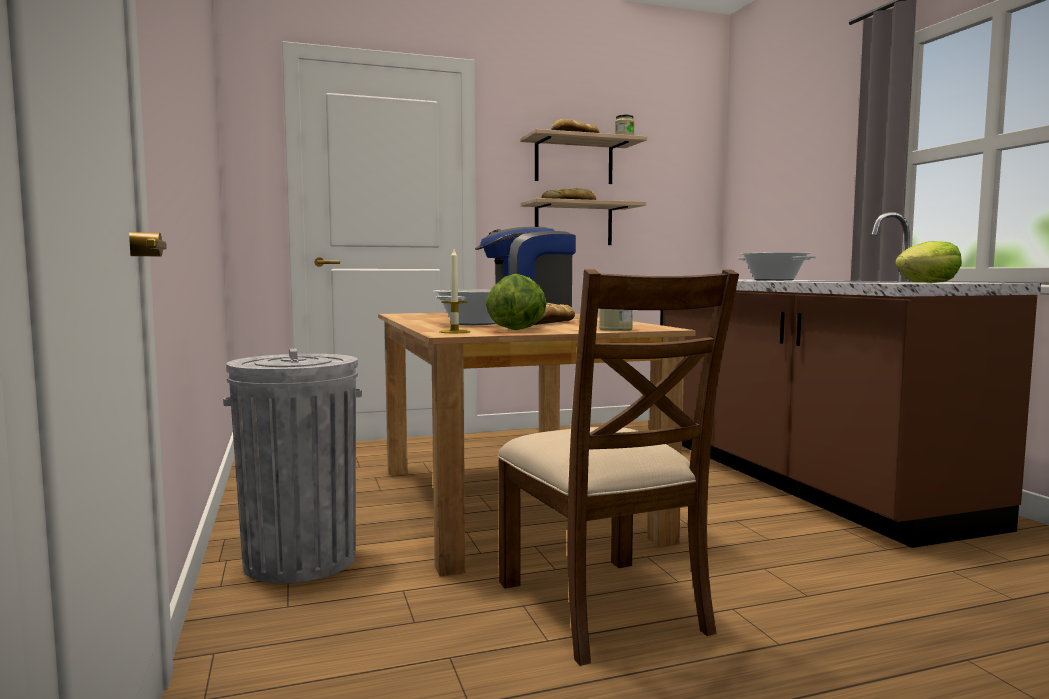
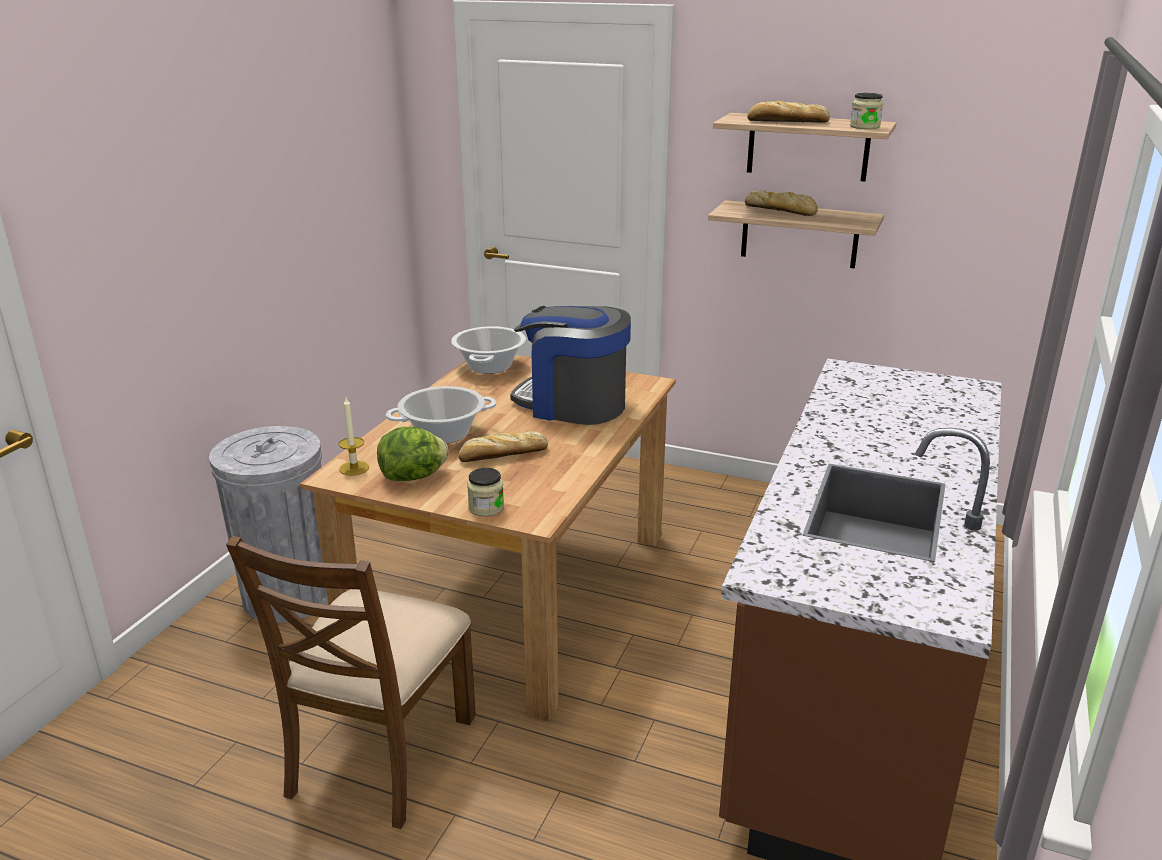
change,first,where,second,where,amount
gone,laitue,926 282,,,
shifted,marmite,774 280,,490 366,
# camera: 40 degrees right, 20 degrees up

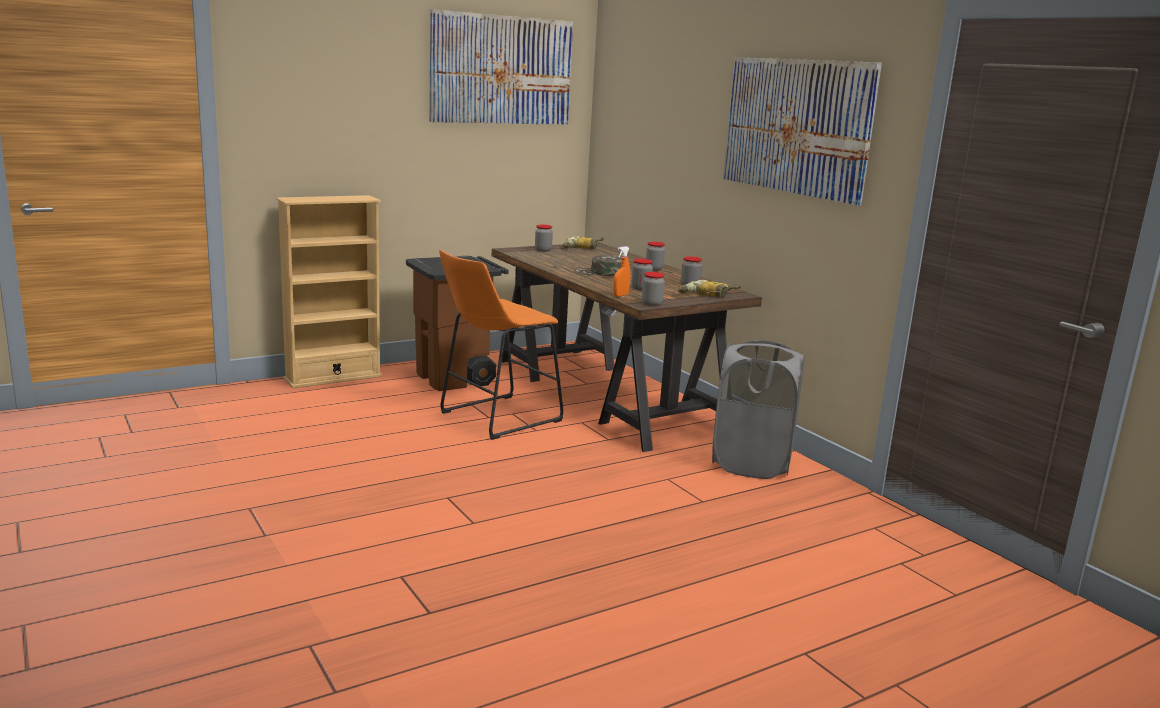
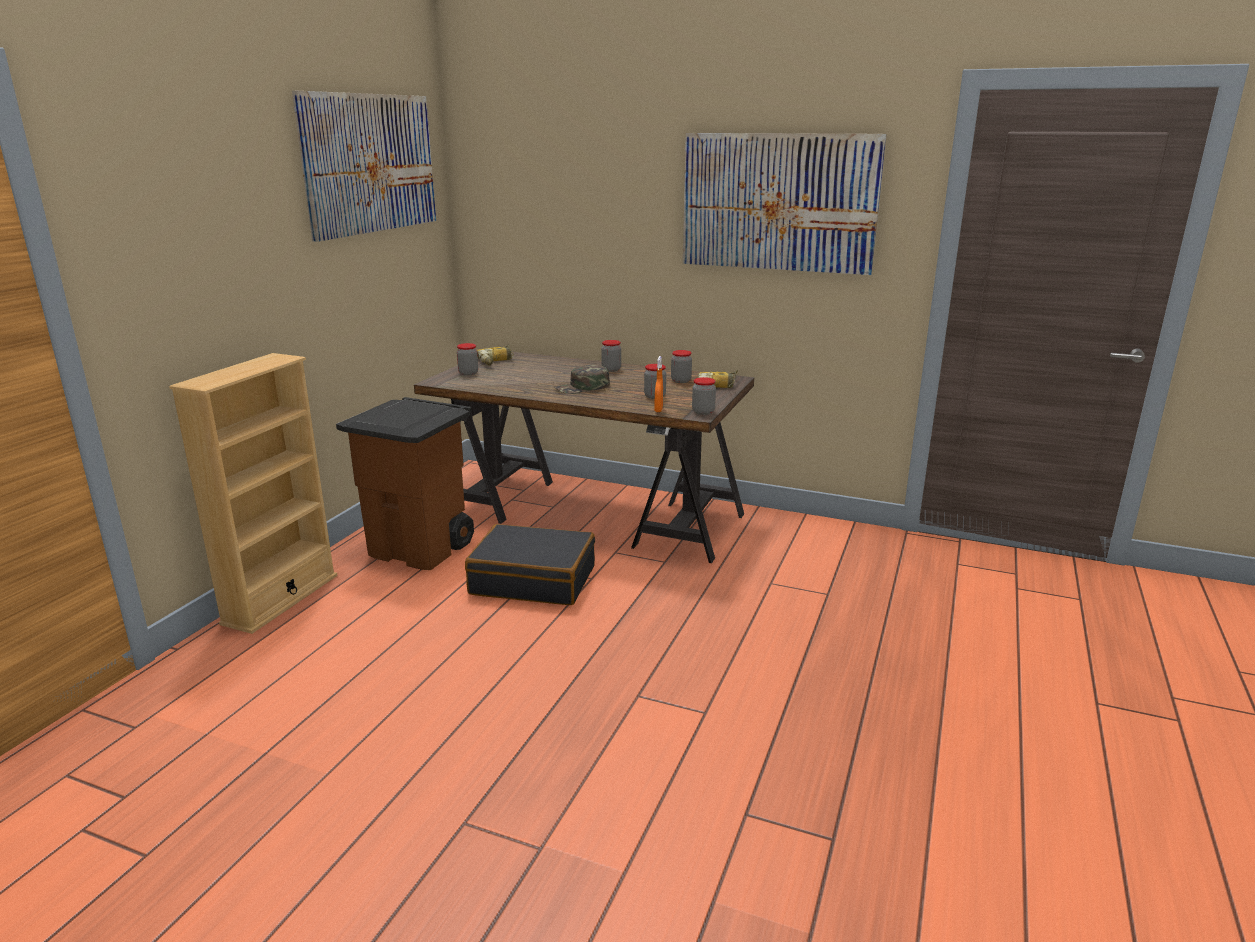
change,first,where,second,where,amount
gone,panier à linge/gris,751 463,,,
swapped,tabouret/orange,495 418,valise/noir,533 580,
# camera: 35 degrees left, 5 degrees up

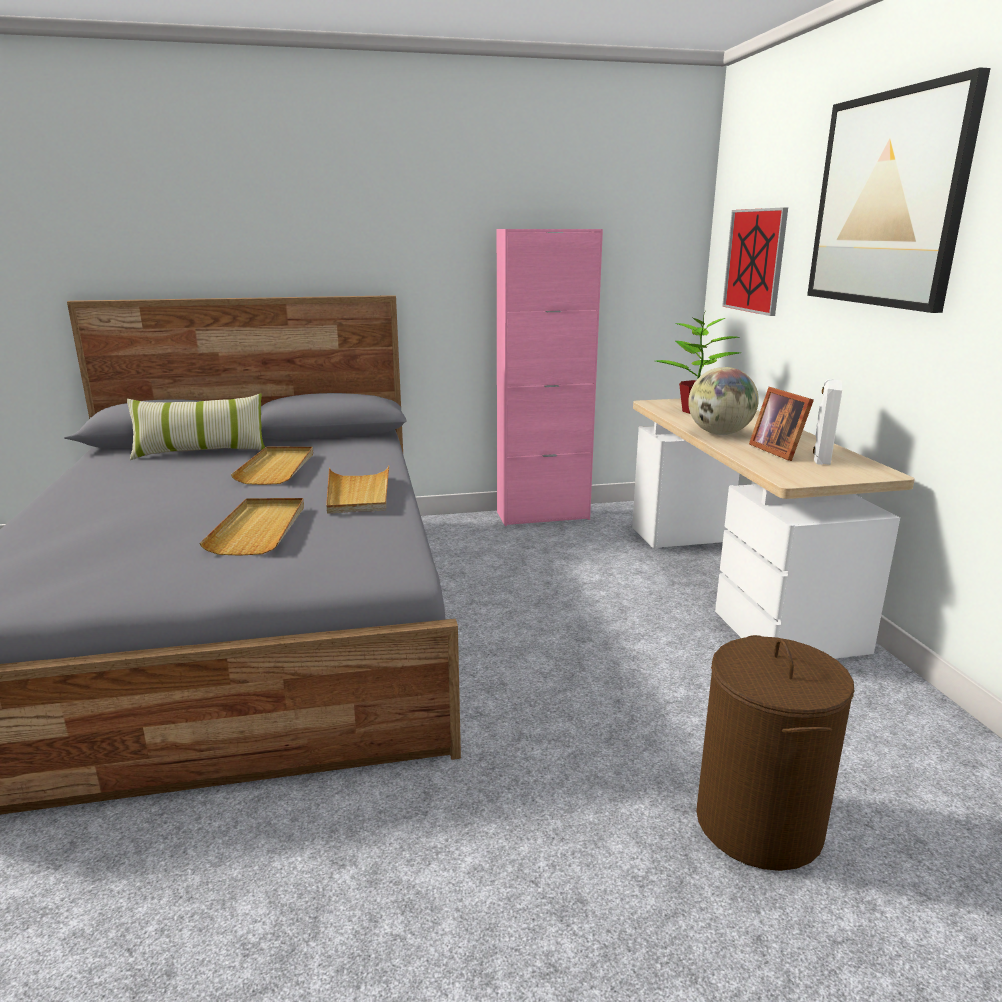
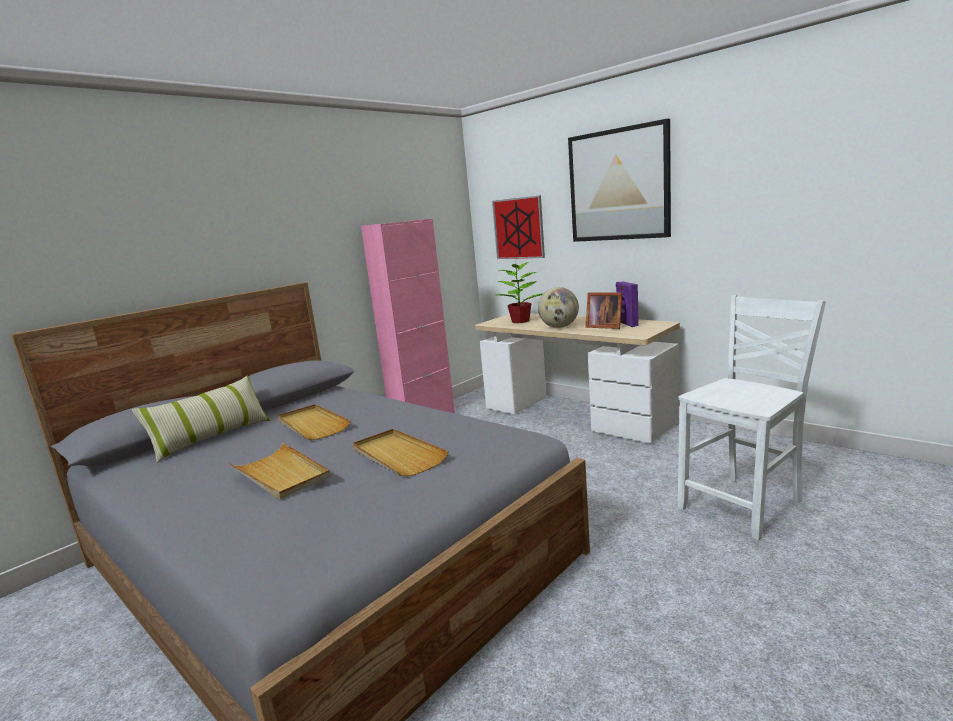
change,first,where,second,where,amount
shifted,plateau/beige,358 493,,281 474,
swapped,panier à linge/marron,759 824,chaise/blanc,744 505,
repainted,enceinte/blanc,821 457,enceinte/violet,626 324,
# camera: 35 degrees left, 5 degrees down

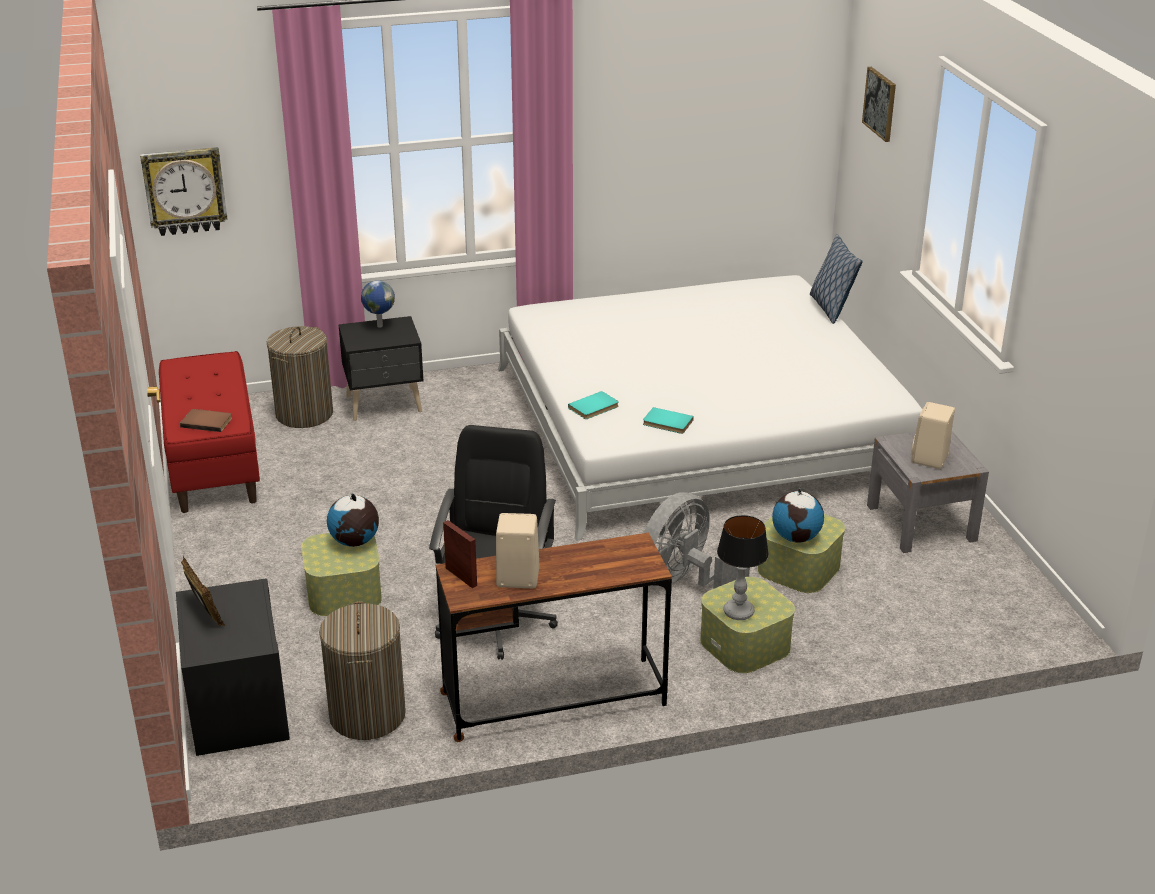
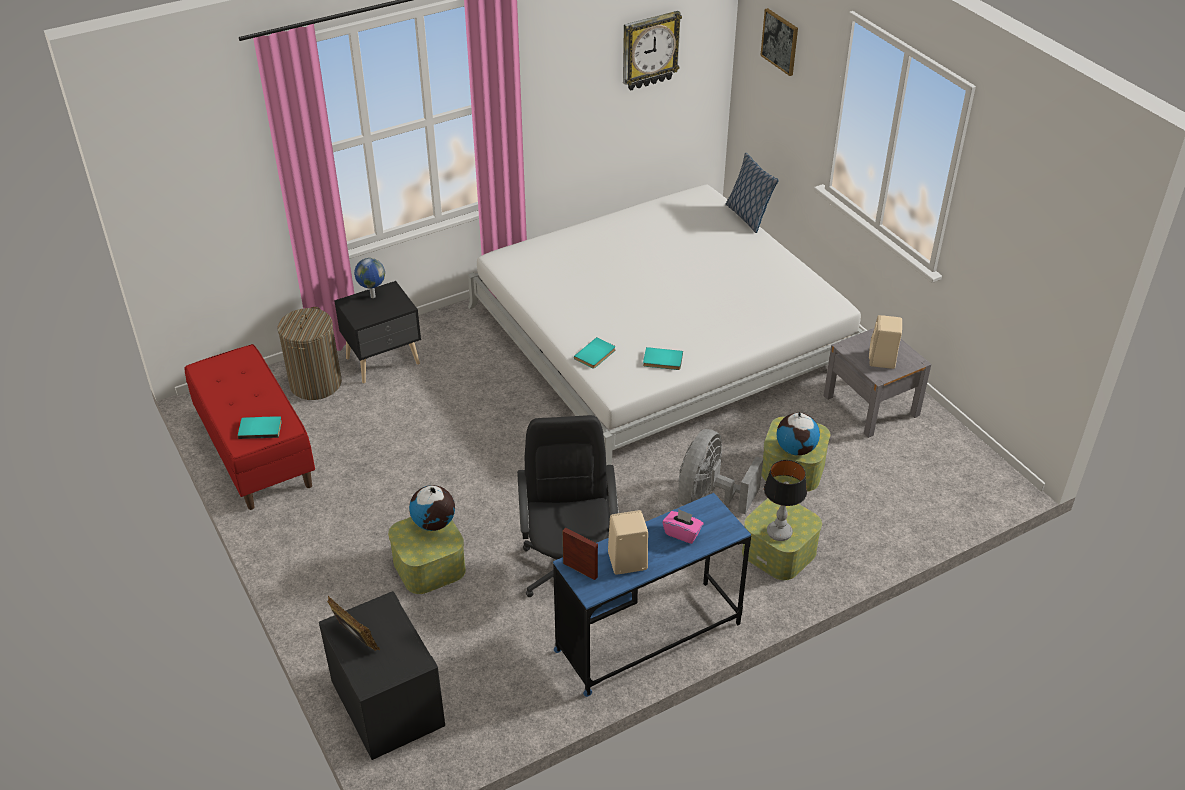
change,first,where,second,where,amount
gone,panier à linge,367 715,,,
new,,,boîte à mouchoirs/rose,682 533,
shifted,horloge murale,185 191,,649 50,
repainted,livre/marron,207 421,livre/turquoise,260 428,
repainted,bureau/marron,553 699,bureau/bleu,648 637,
# camera: 15 degrees left, 10 degrees up

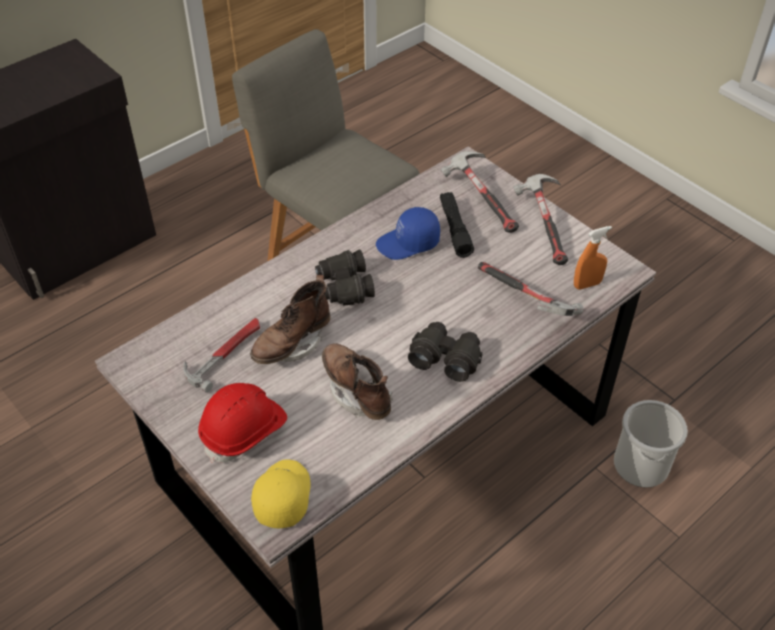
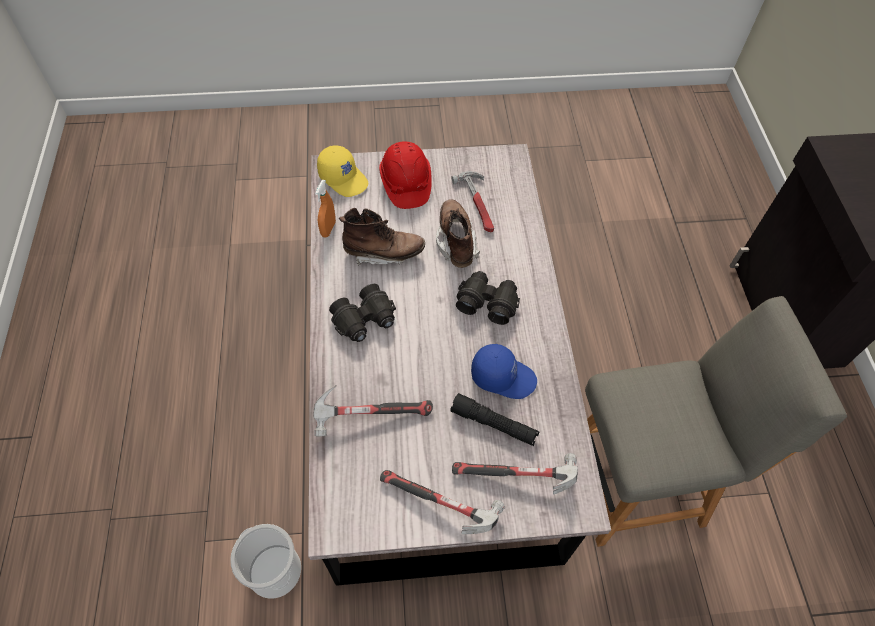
change,first,where,second,where,amount
shifted,vaporisateur/orange,587 284,,328 229,
rotated,casquette/bleu,408 243,,503 376,90 degrees clockwise
# camera: 125 degrees right, 10 degrees up

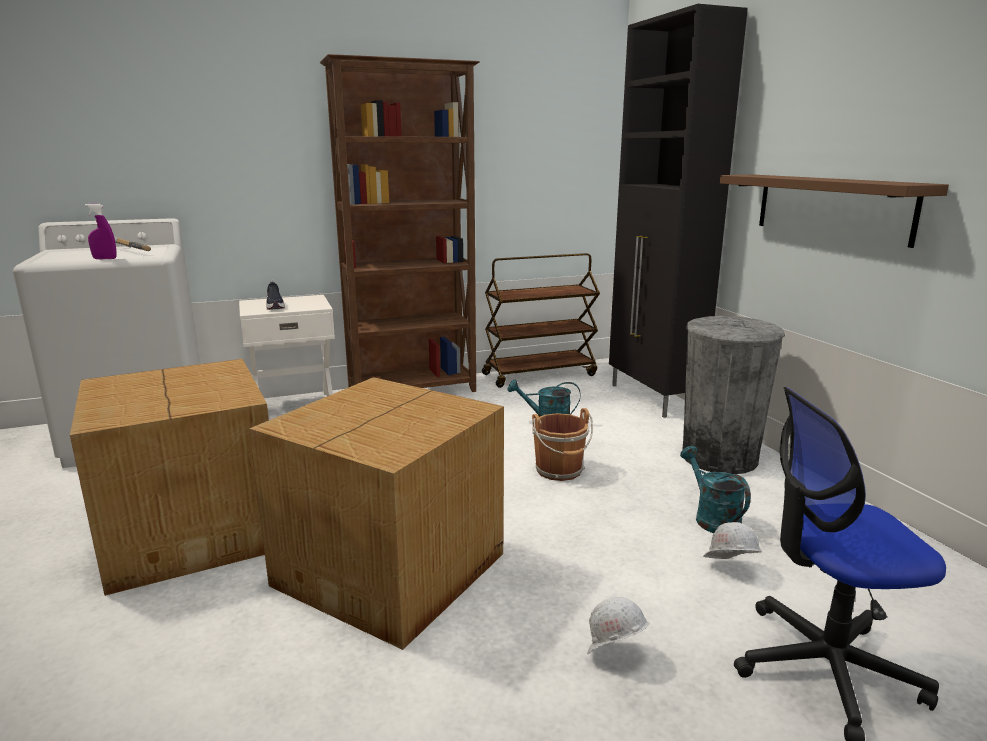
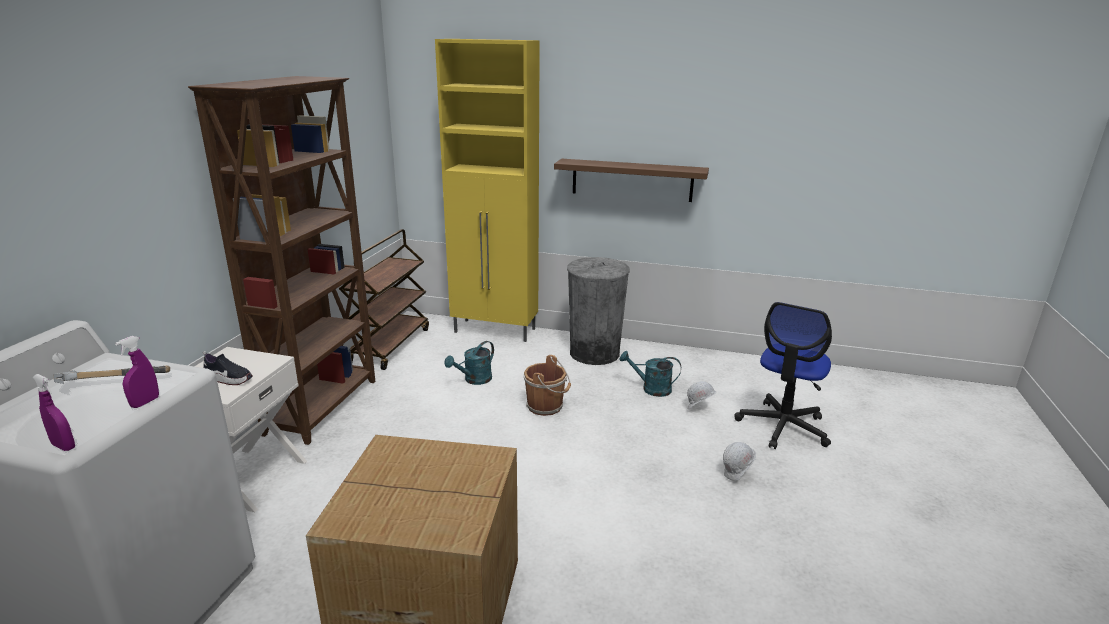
change,first,where,second,where,amount
gone,carton,394 569,,,
new,,,vaporisateur/violet,63 446,
repainted,meuble de rangement/noir,653 398,meuble de rangement/jaune,495 331,
# camera: 55 degrees left, 5 degrees up

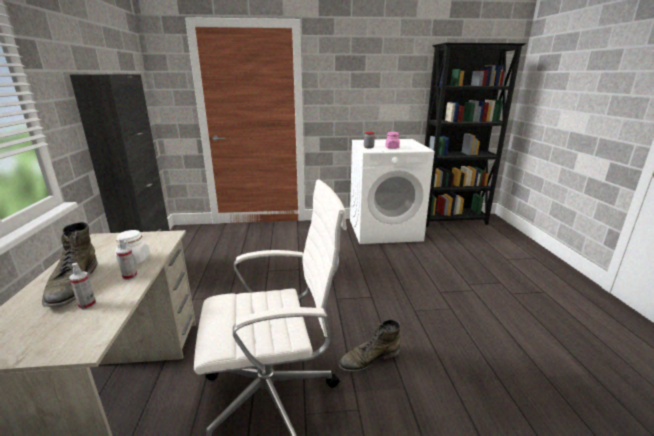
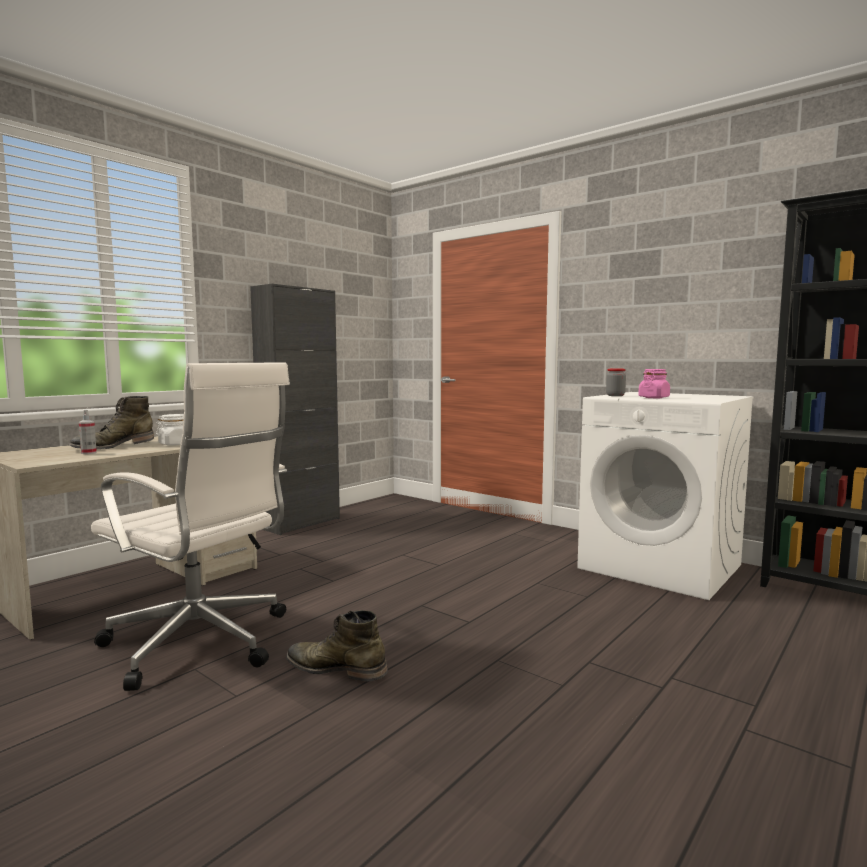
change,first,where,second,where,amount
gone,vaporisateur,130 276,,,
# camera: 45 degrees right, 15 degrees down

